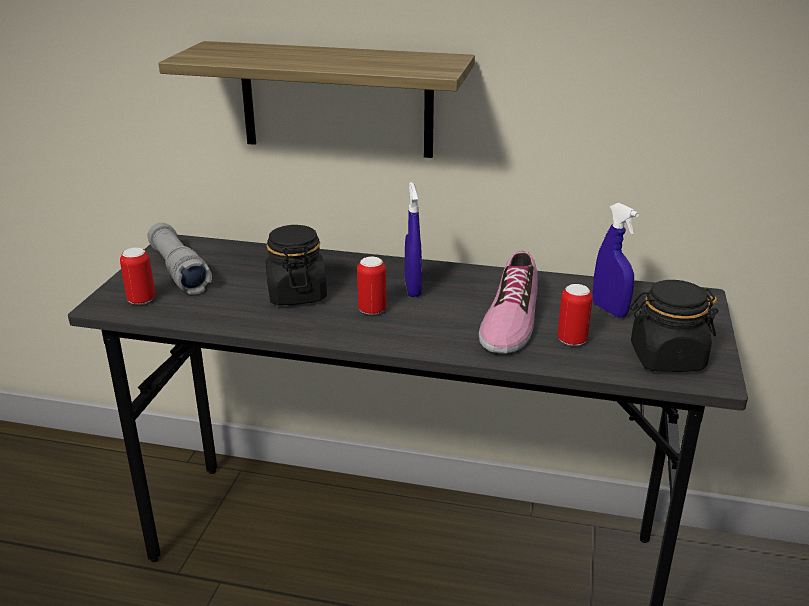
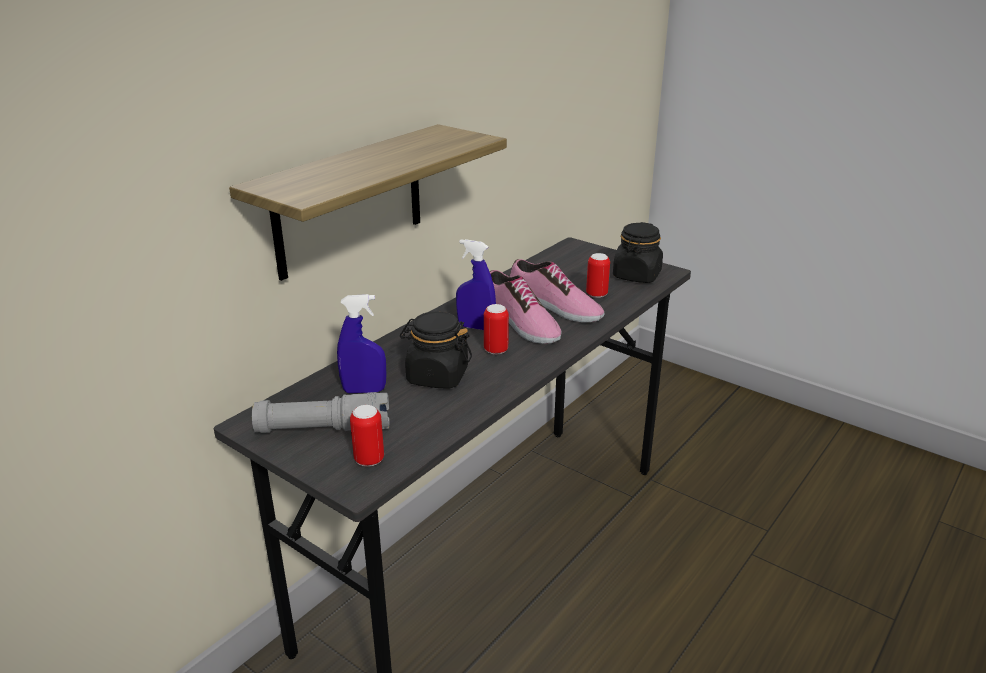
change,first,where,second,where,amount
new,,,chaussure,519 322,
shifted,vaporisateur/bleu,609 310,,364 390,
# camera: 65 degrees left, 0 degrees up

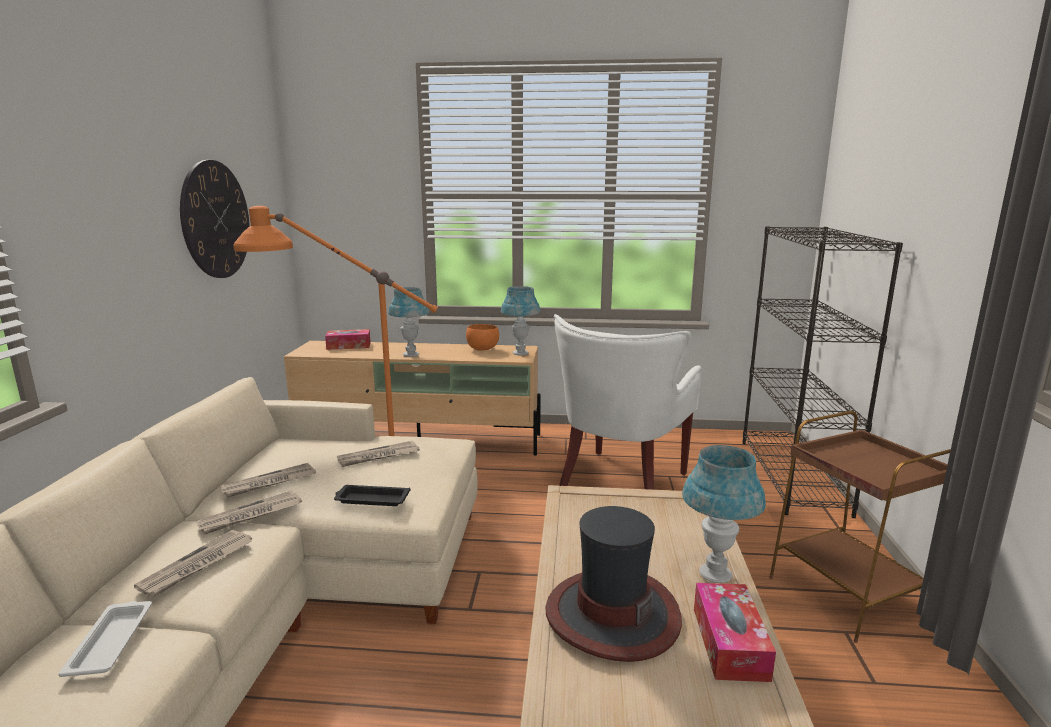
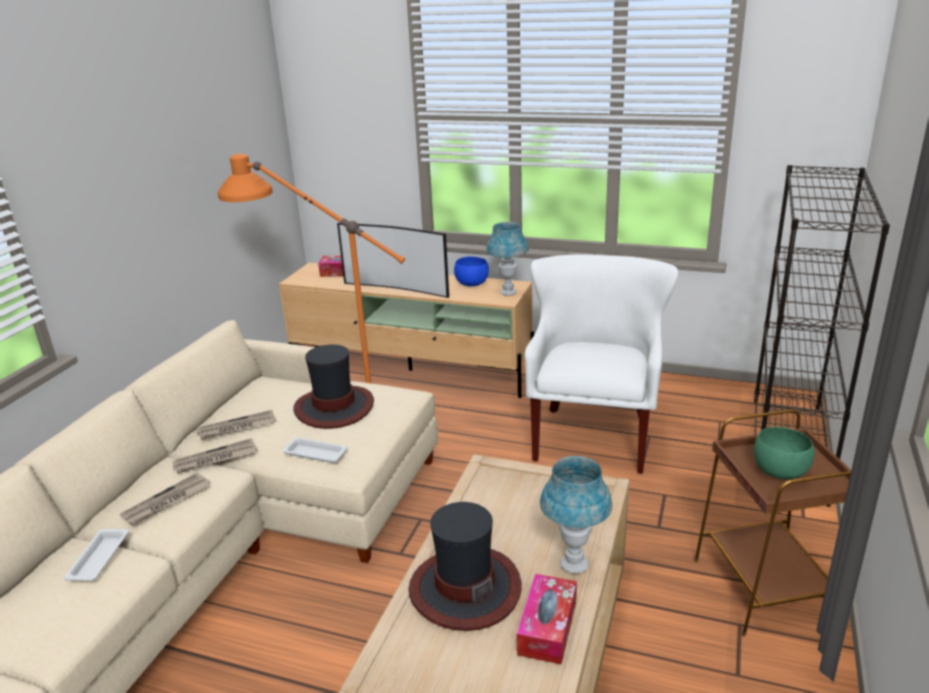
change,first,where,second,where,amount
gone,horloge murale,216 220,,,
new,,,bol/vert,778 472,
swapped,journal,378 456,chapeau,334 407,
swapped,lampe de table/bleu,411 354,téléviseur,397 288,
repainted,plateau/noir,371 499,plateau/blanc,314 453,
repainted,bol/orange,482 349,bol/bleu,471 284,
rotated,fauteuil/blanc,620 482,,594 437,150 degrees clockwise
# camera: 15 degrees right, 10 degrees up

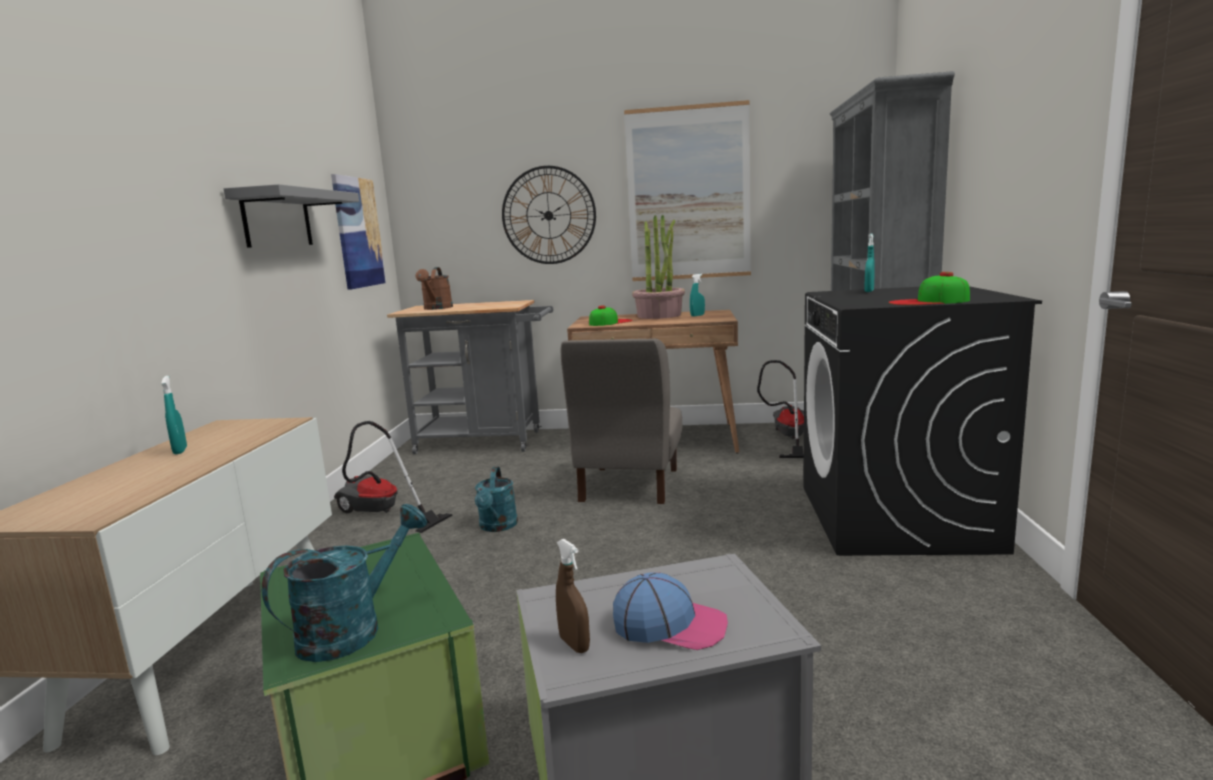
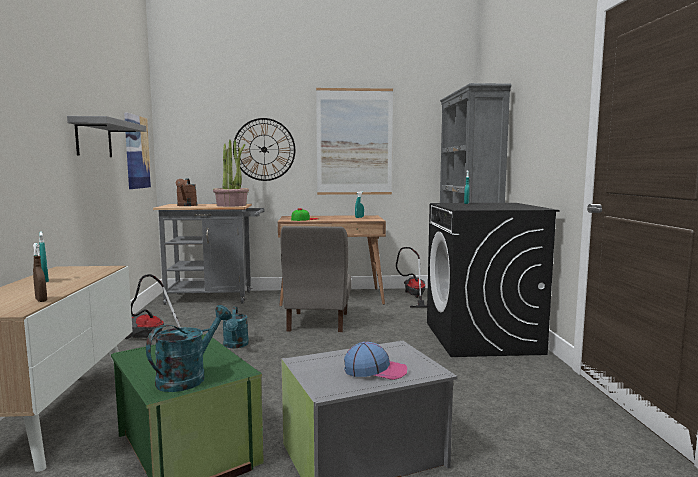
change,first,where,second,where,amount
gone,casquette,929 301,,,
shifted,vaporisateur/marron,574 644,,41 300,
shifted,plante en pot,659 315,,231 205,
# camera: 10 degrees left, 5 degrees down

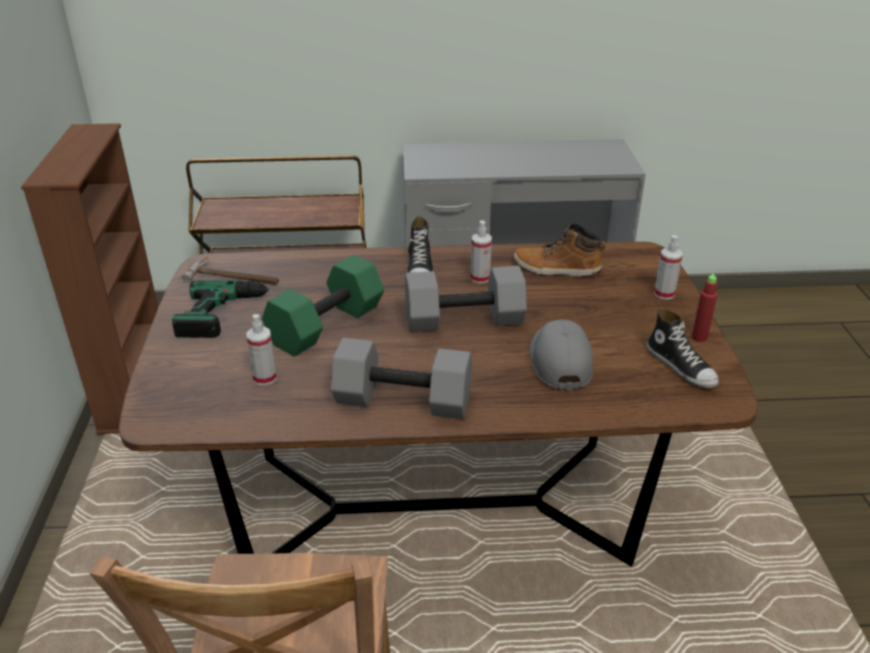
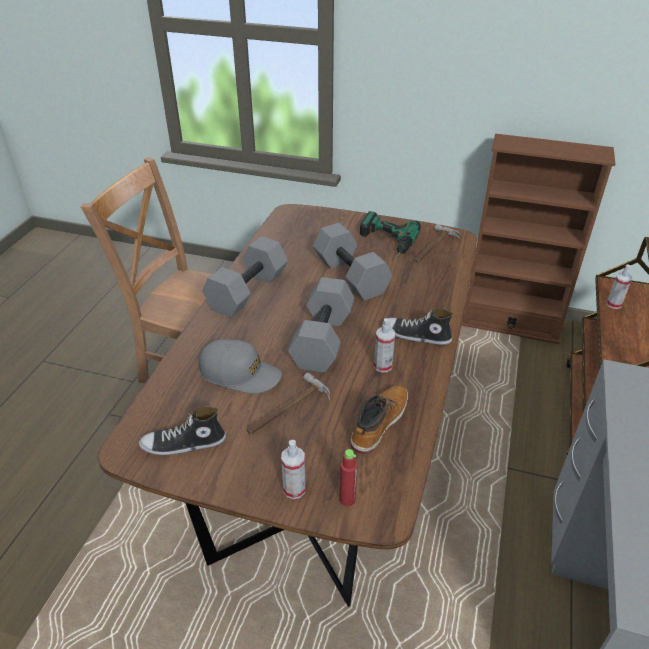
change,first,where,second,where,amount
new,,,marteau,288 410,
shifted,vaporisateur,265 378,,614 304,
shifted,bouteille/rouge,699 337,,347 499,
repainted,haltère/vert,326 324,haltère/gris,352 276,
# camera: 110 degrees right, 5 degrees up

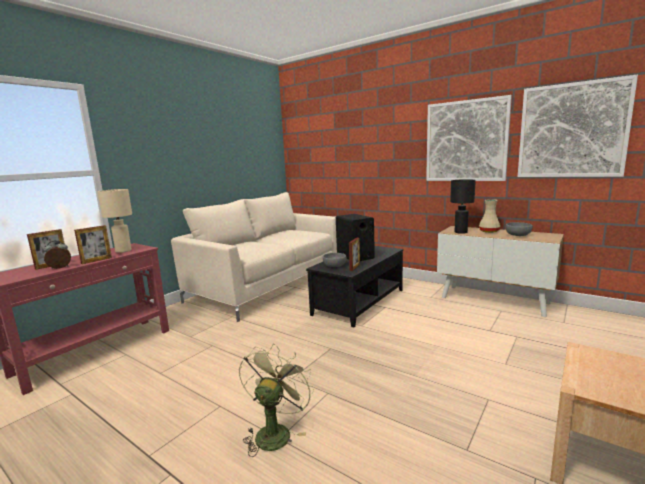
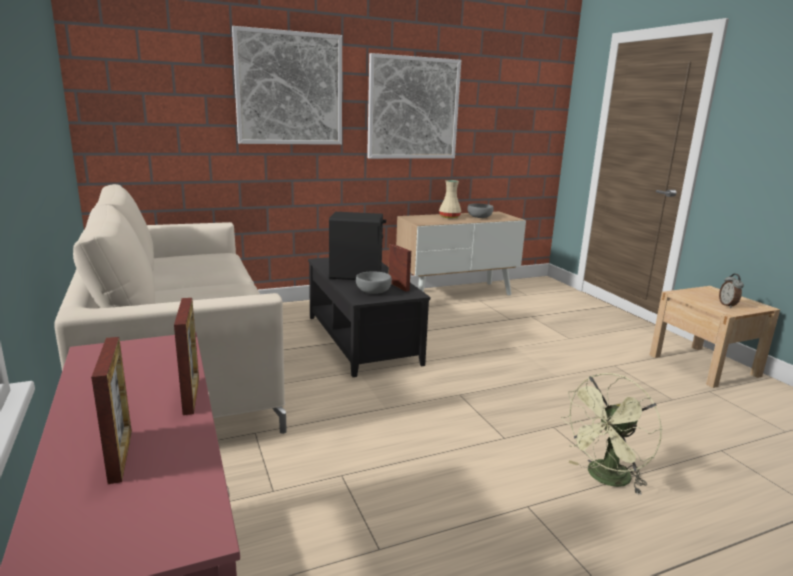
change,first,where,second,where,amount
gone,lampe de table/beige,123 251,,,
gone,lampe de table/noir,461 232,,,
shifted,réveil,60 268,,728 305,
shifted,tableau,571 131,,289 89,
rotated,ventilateur/vert,275 431,,605 479,90 degrees counterclockwise
# camera: 60 degrees left, 5 degrees up

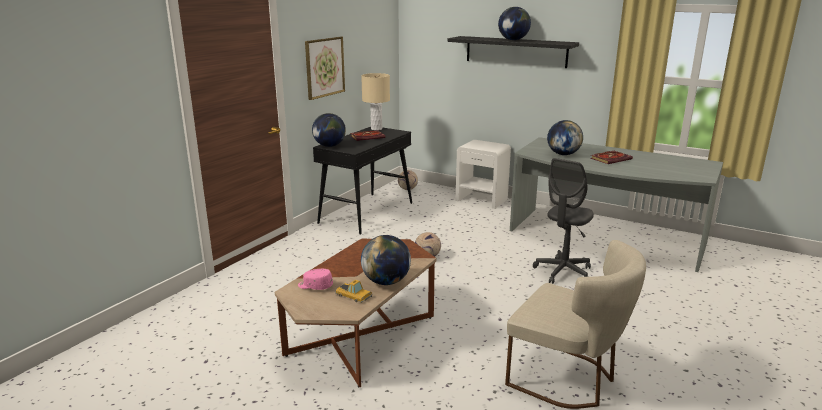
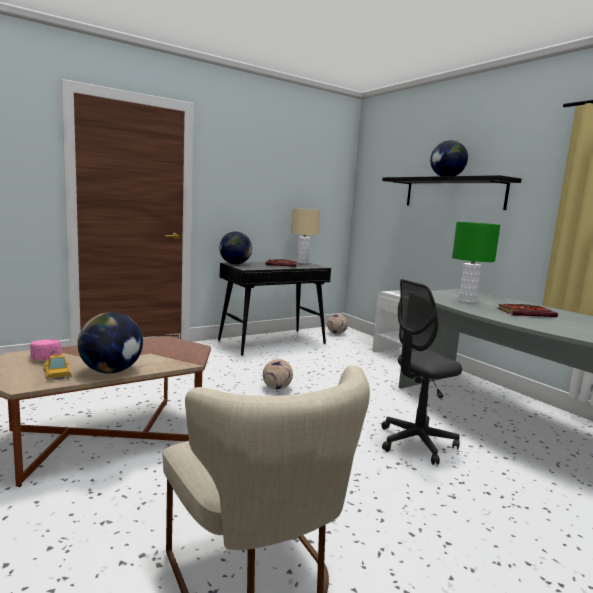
change,first,where,second,where,amount
gone,tableau,324 67,,,
swapped,globe,563 154,lampe de table/vert,467 301,
# camera: 25 degrees right, 10 degrees down

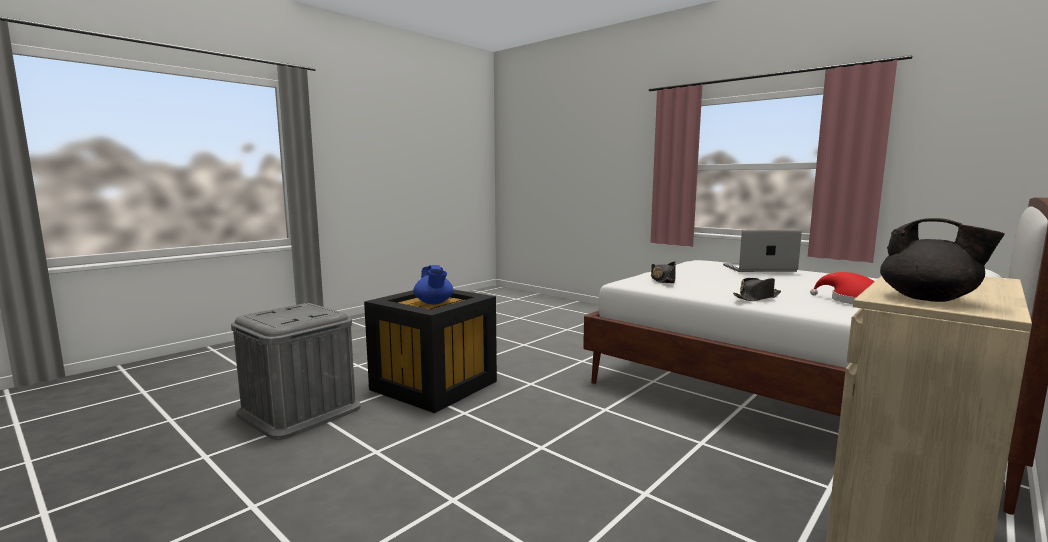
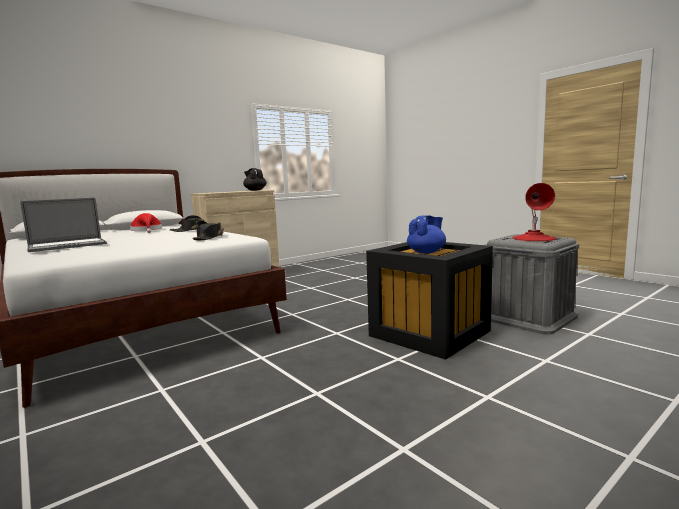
change,first,where,second,where,amount
new,,,lampe de table/rouge,534 238,
rotated,théière/bleu,434 303,,426 252,60 degrees clockwise
rotated,ordinateur portable,759 268,,67 245,45 degrees counterclockwise
# camera: 170 degrees left, 0 degrees up

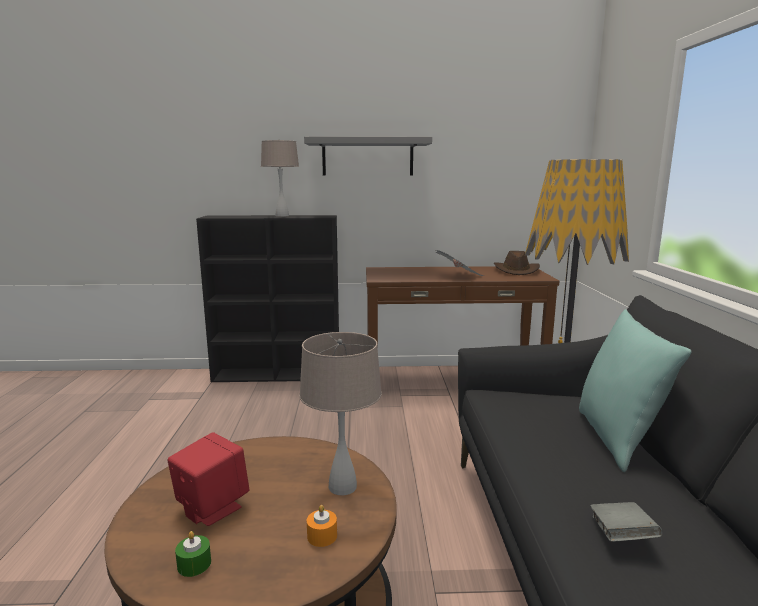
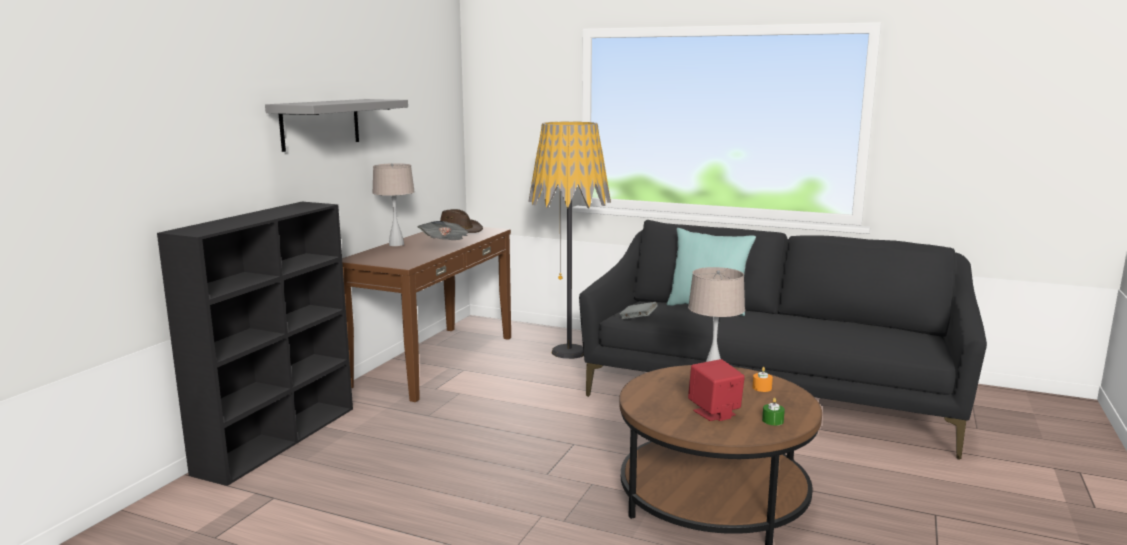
change,first,where,second,where,amount
shifted,lampe de table/beige,282 216,,396 244,
shifted,livre/gris,621 536,,638 319,
# camera: 65 degrees left, 0 degrees up

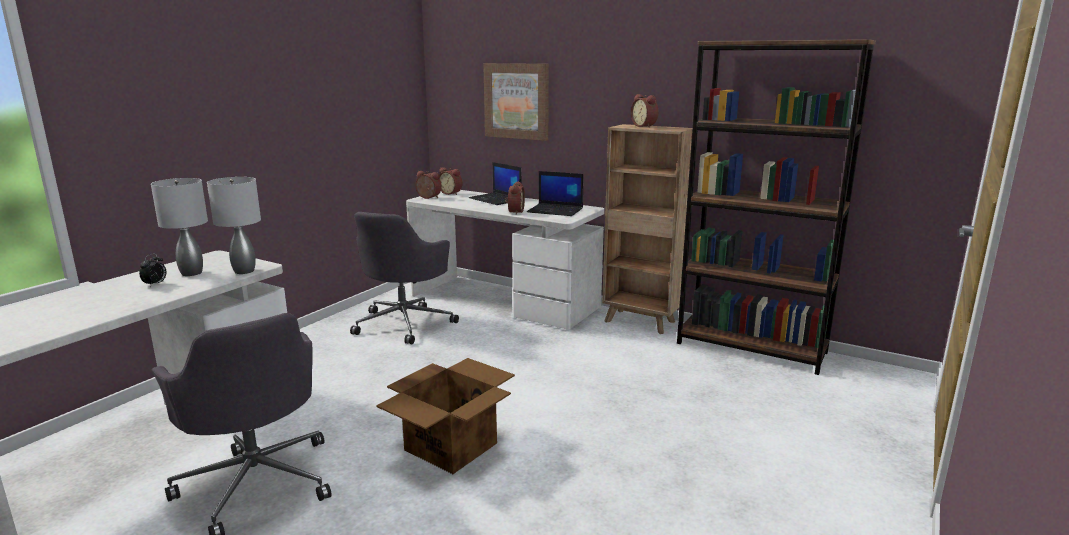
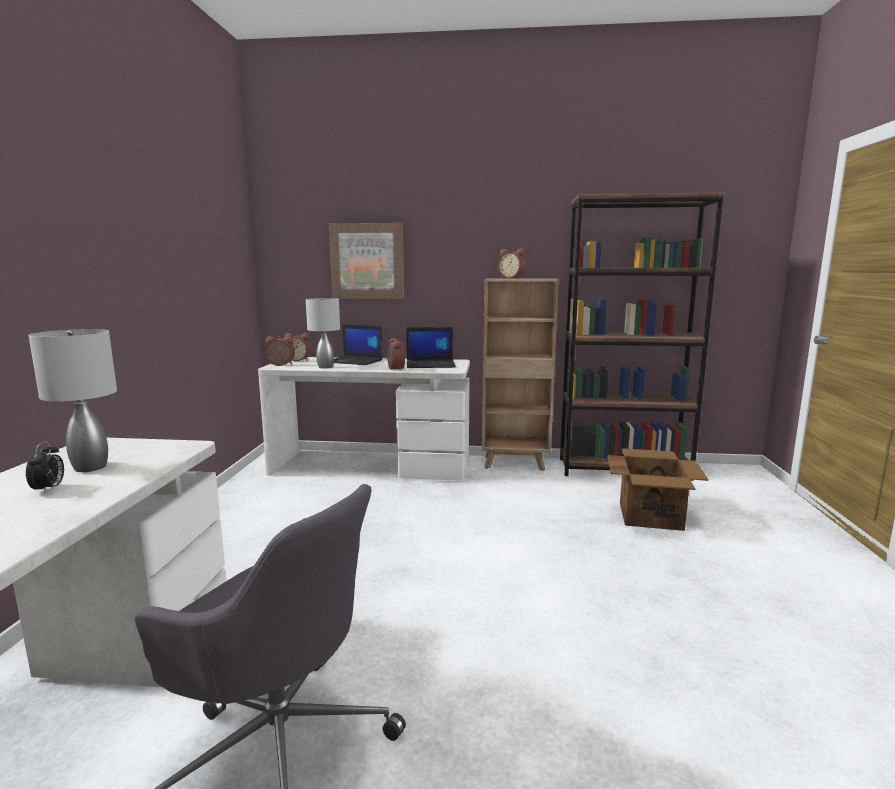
change,first,where,second,where,amount
gone,chaise de bureau/gris,405 323,,,
shifted,lampe de table/gris,244 271,,325 367,
shifted,carton,452 446,,650 515,
# camera: 25 degrees left, 5 degrees down

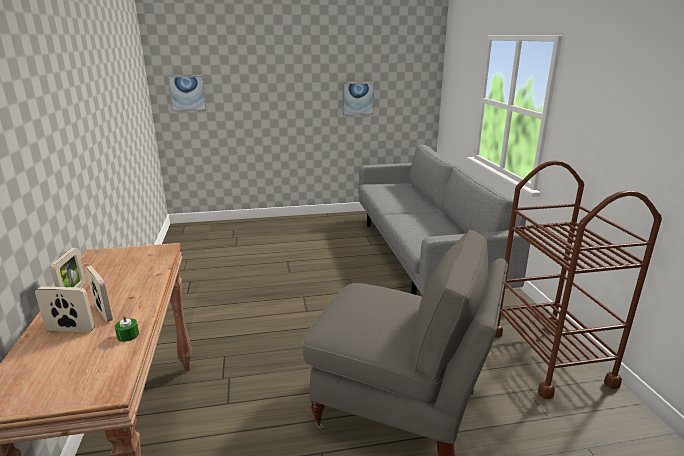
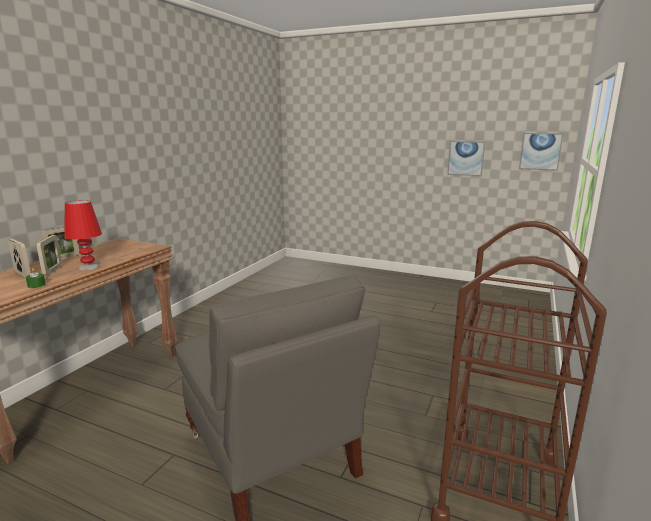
change,first,where,second,where,amount
gone,canapé/gris,421 253,,,
new,,,lampe de table/rouge,88 267,
shifted,tableau,187 93,,540 151,
# camera: 35 degrees right, 5 degrees down

